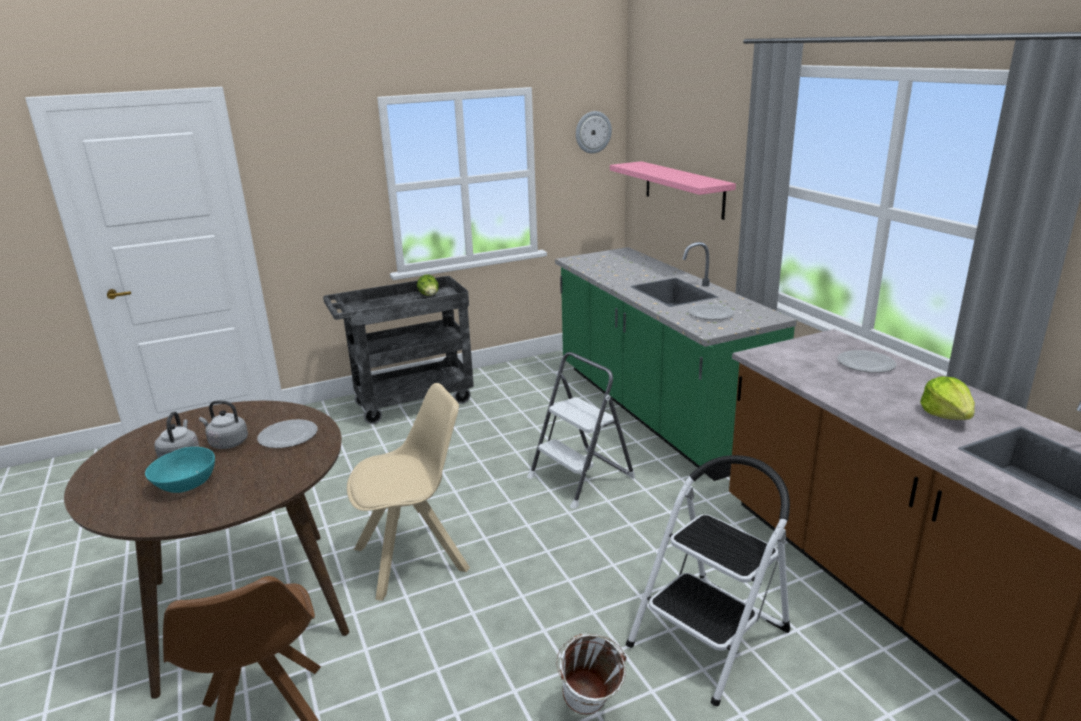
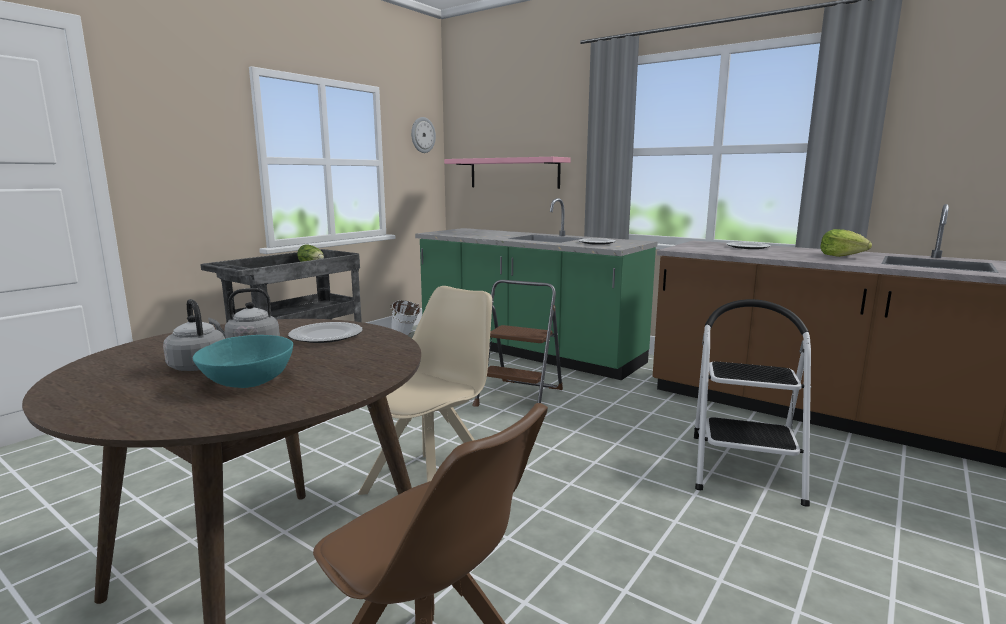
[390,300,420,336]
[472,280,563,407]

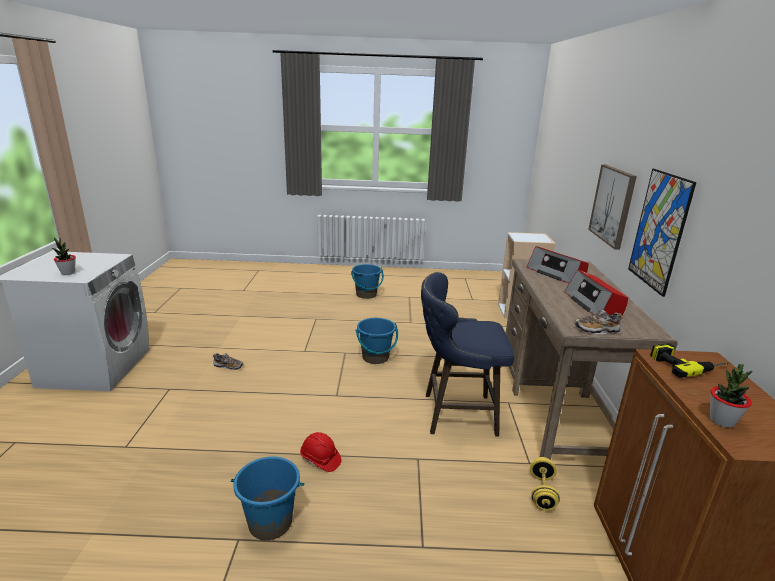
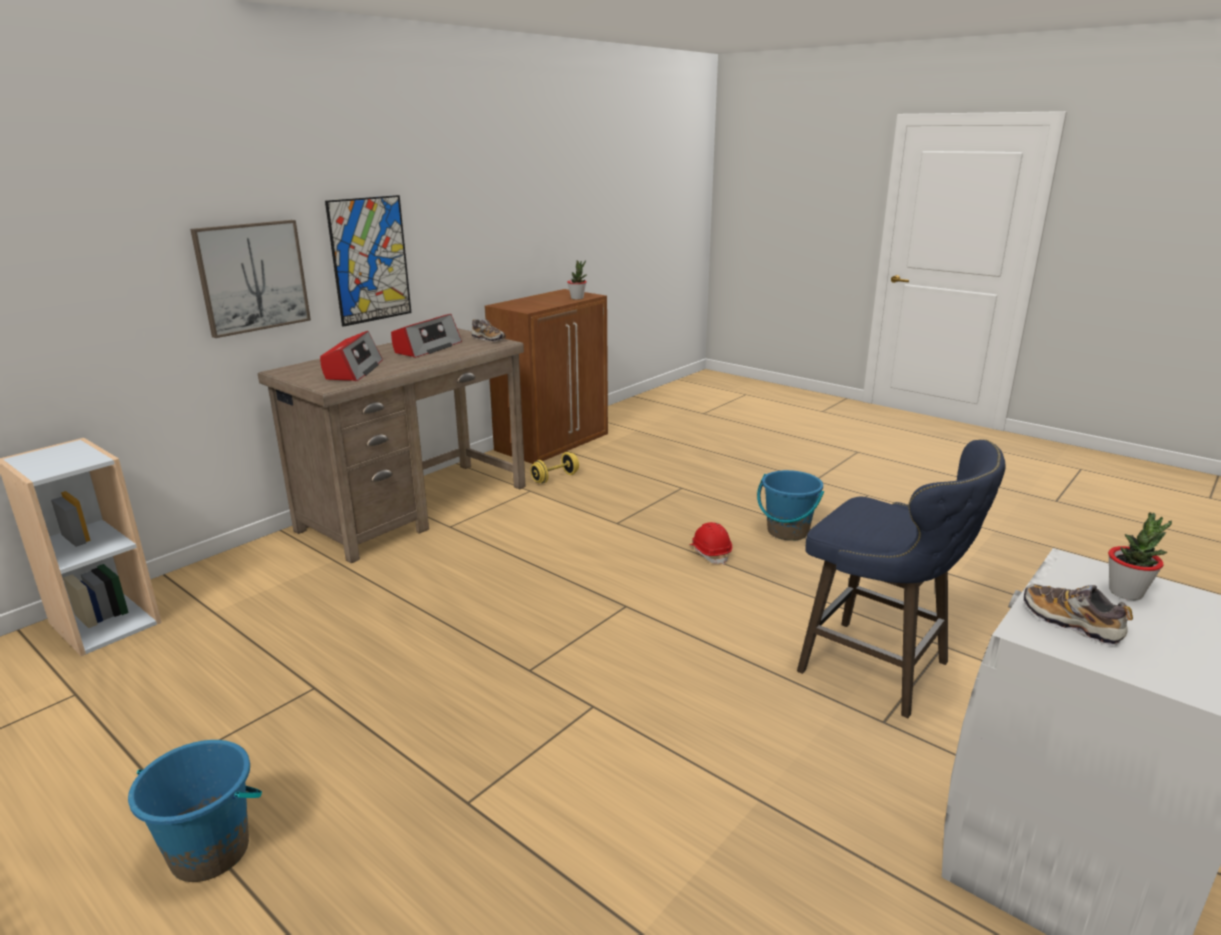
[797,439,1006,718]
[1024,584,1133,645]
[355,318,398,364] (first image)
[650,343,729,378] (first image)

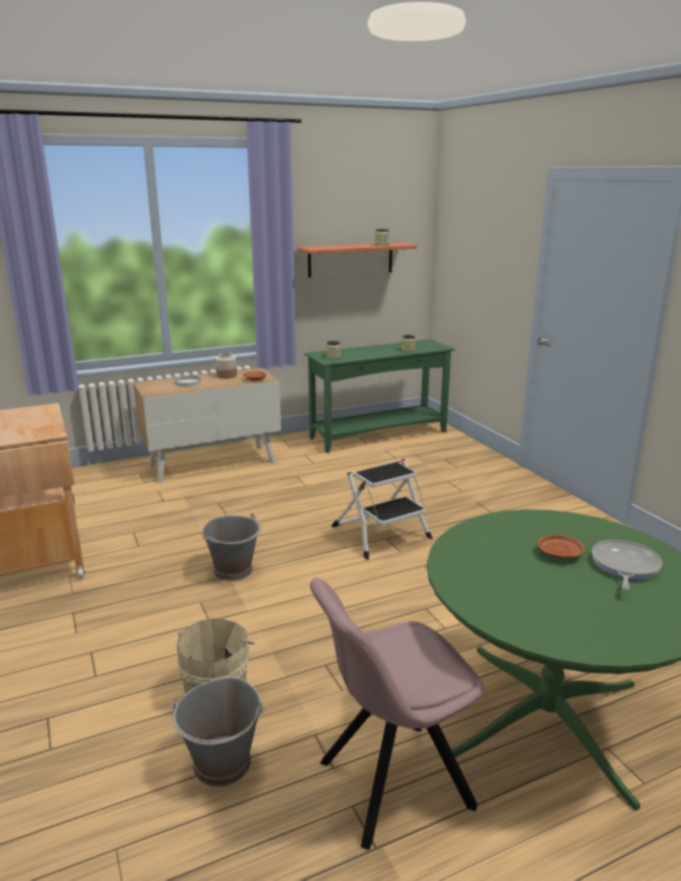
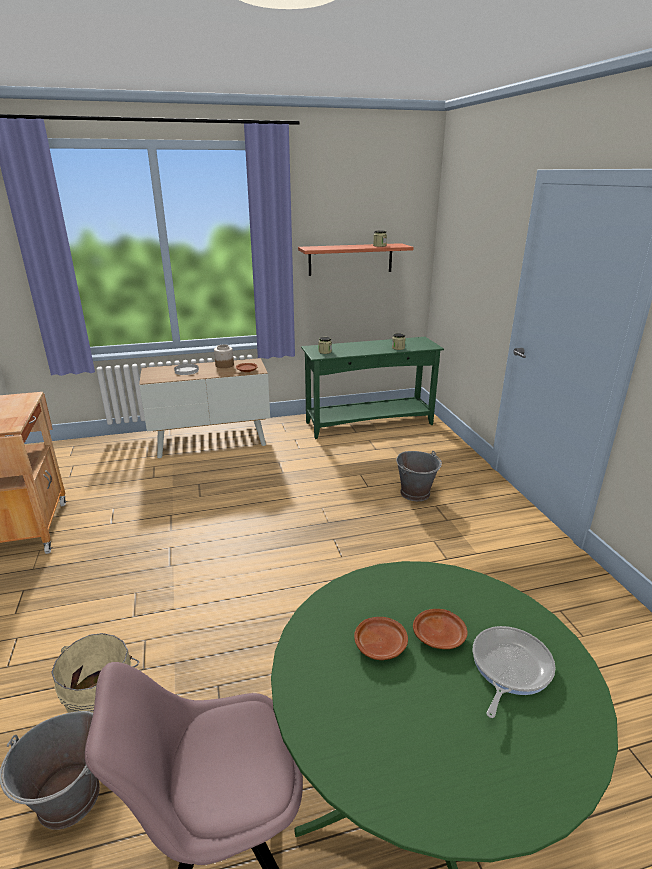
[354,617,408,660]
[396,451,442,501]
[331,459,433,560] (first image)

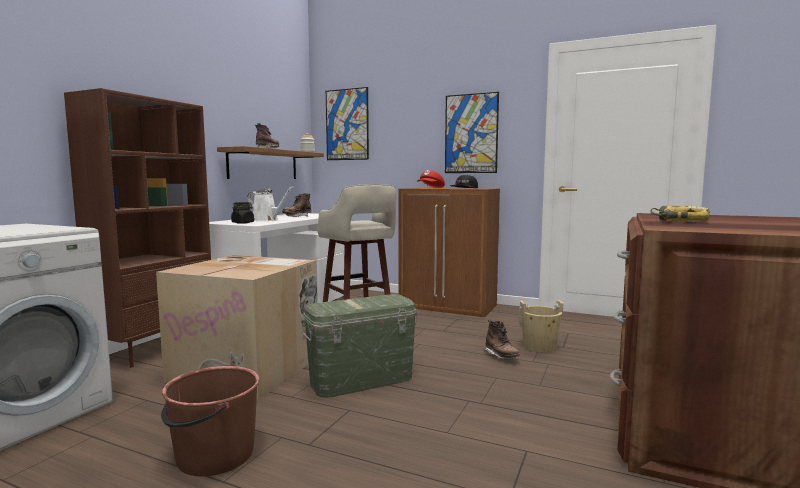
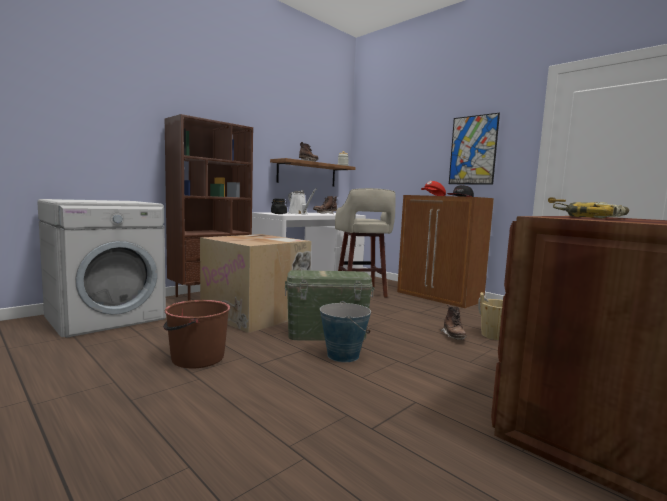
[320,301,371,362]
[326,87,369,160] (first image)

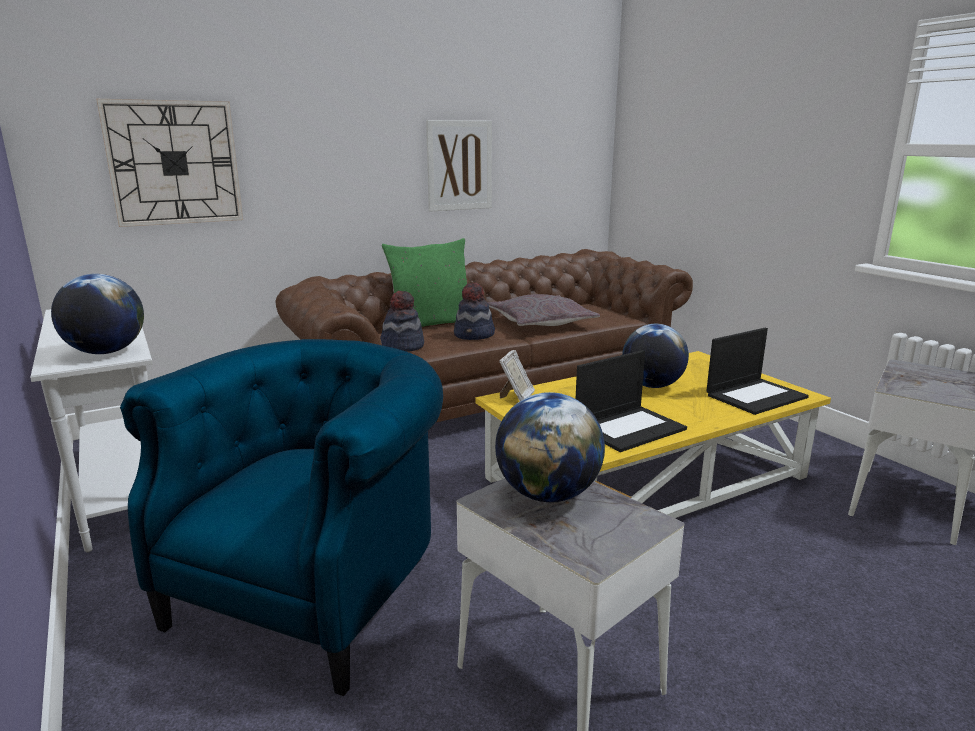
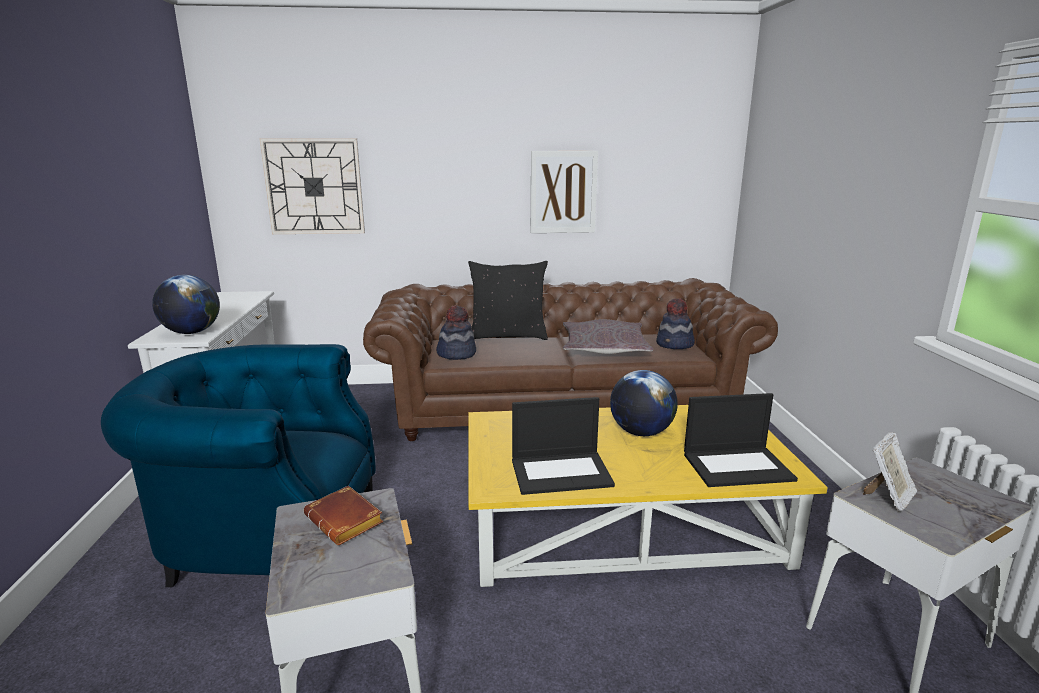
[101,344,376,587]
[304,486,383,545]
[468,261,548,340]
[656,298,695,349]
[863,432,917,512]

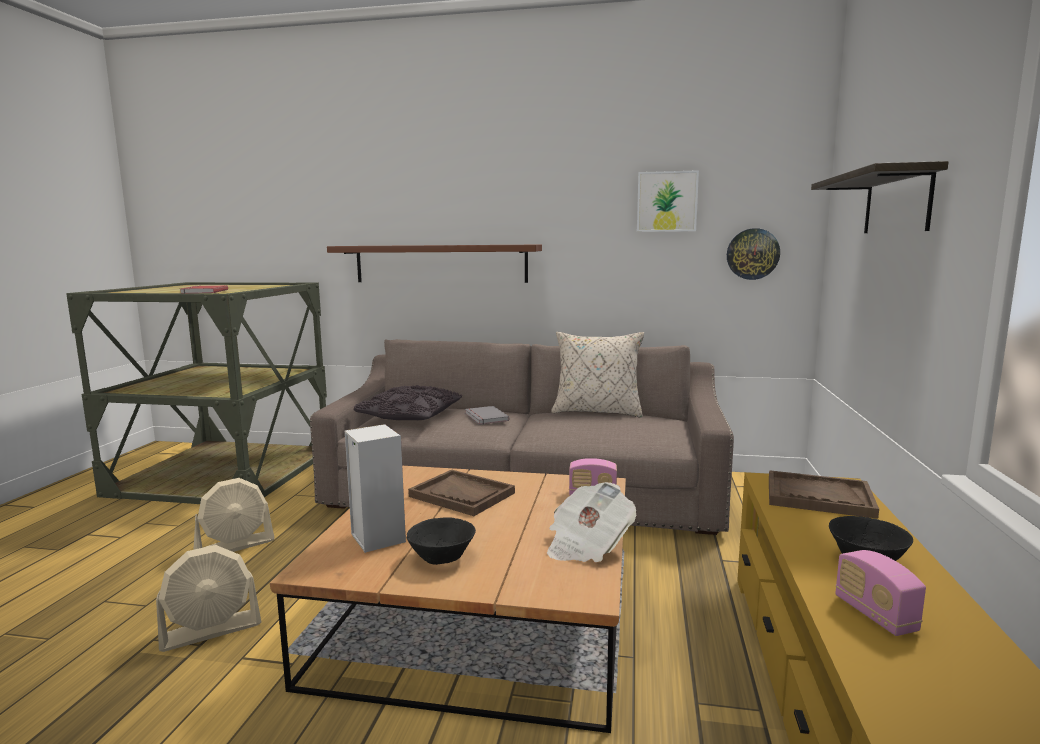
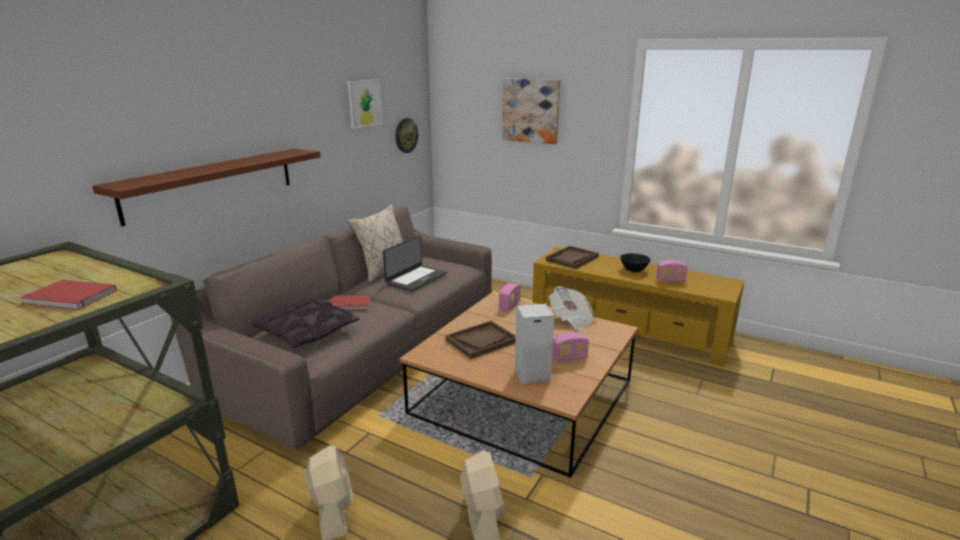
[331,295,371,310]
[383,235,447,291]
[502,78,560,144]
[552,332,589,362]

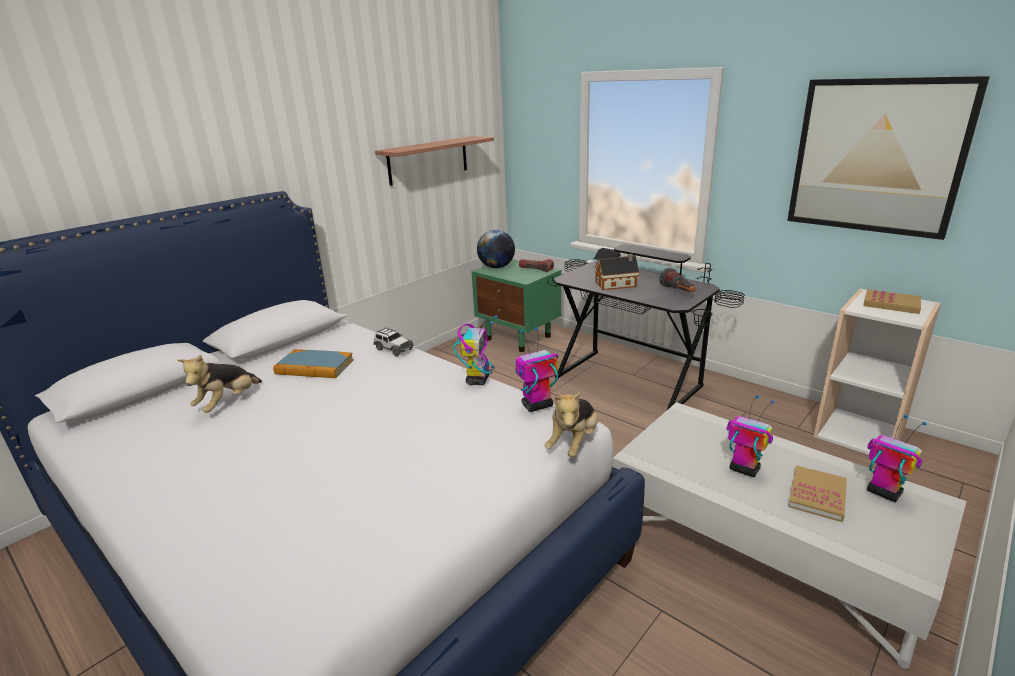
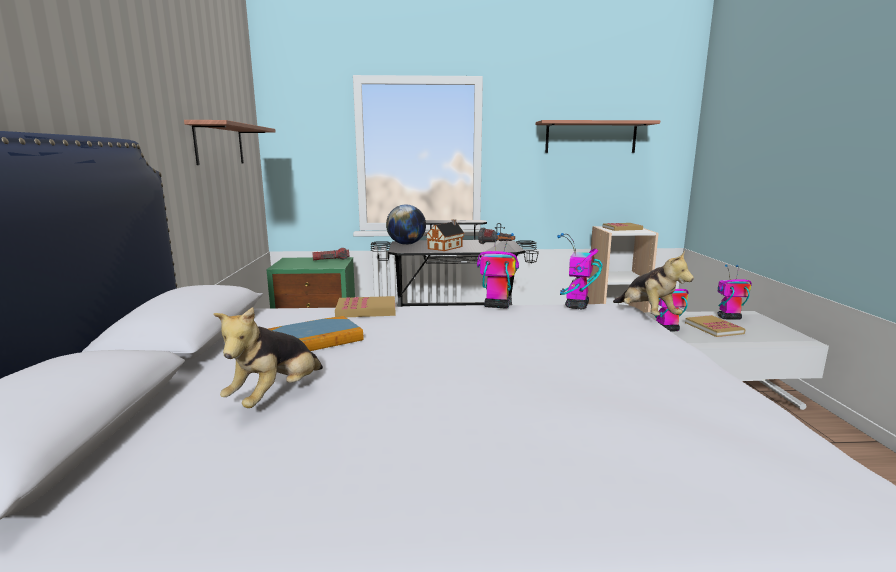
[213,307,323,408]
[335,296,396,317]
[386,205,426,245]
[477,232,519,309]
[536,120,660,153]

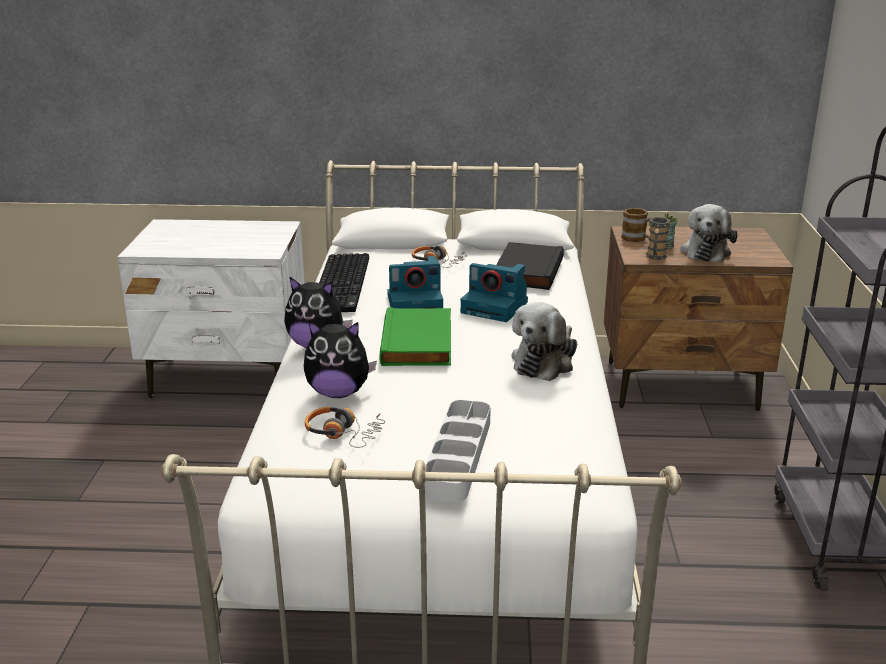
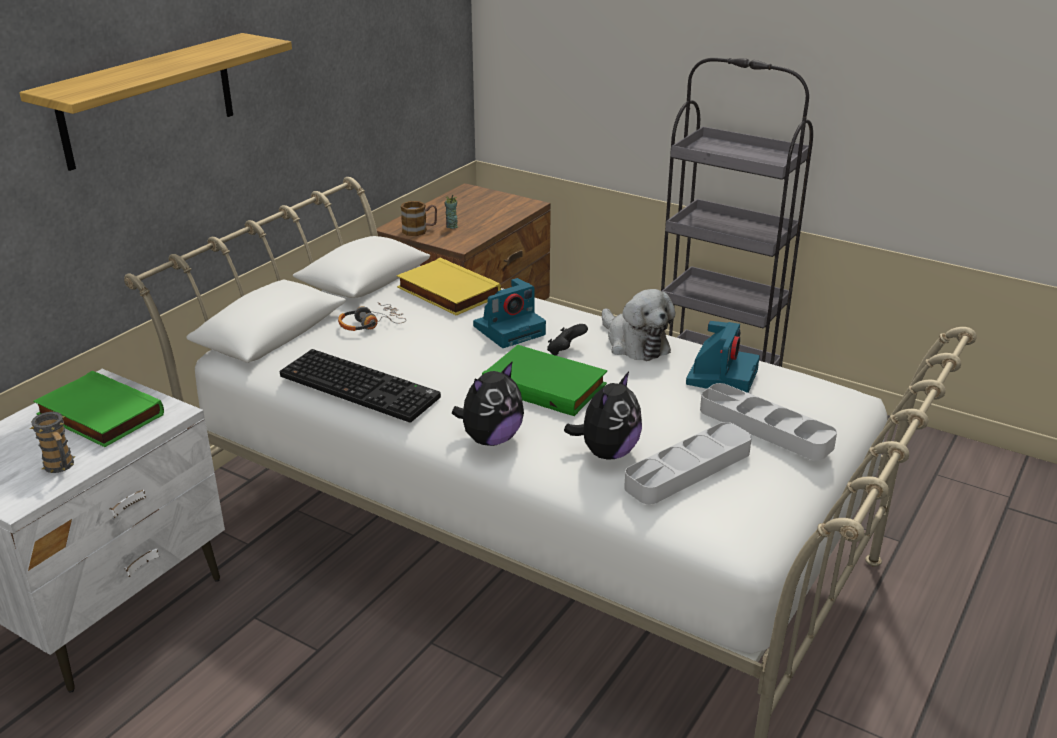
[19,33,292,171]
[30,412,76,473]
[33,371,164,447]
[397,258,501,316]
[547,324,588,356]
[624,422,752,504]
[686,321,760,393]
[680,204,738,263] (first image)

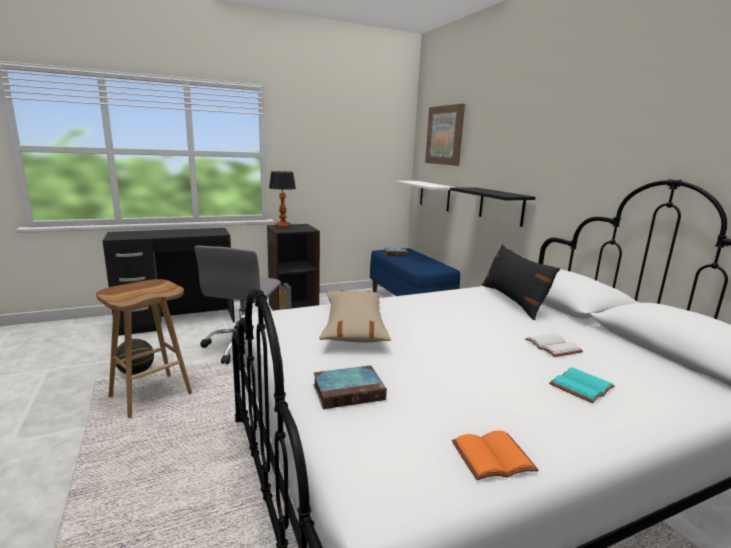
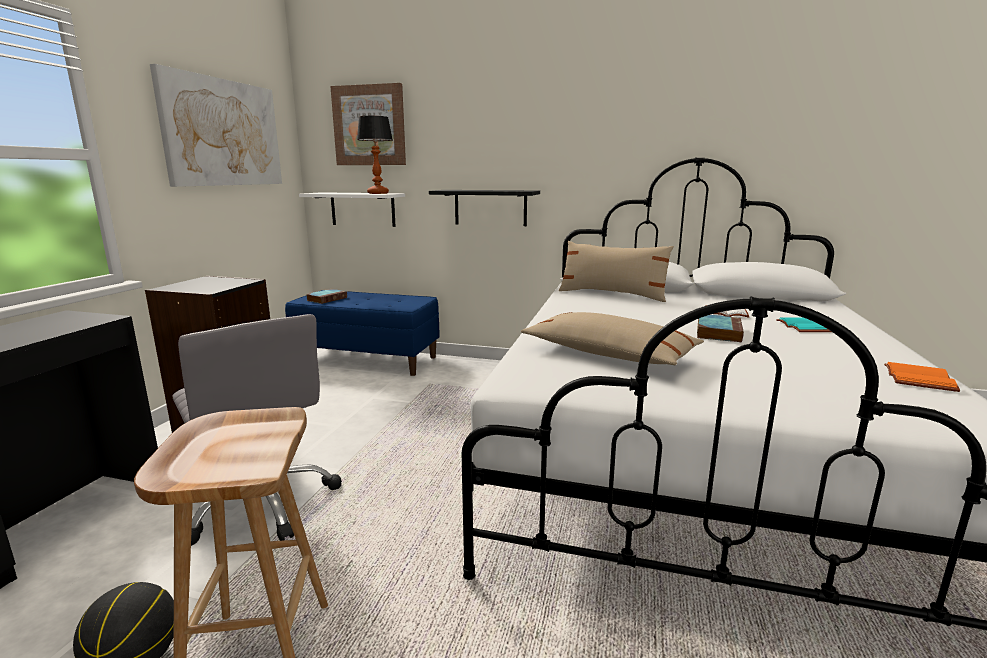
[150,64,282,187]
[357,116,393,194]
[559,241,674,302]
[697,315,744,342]

